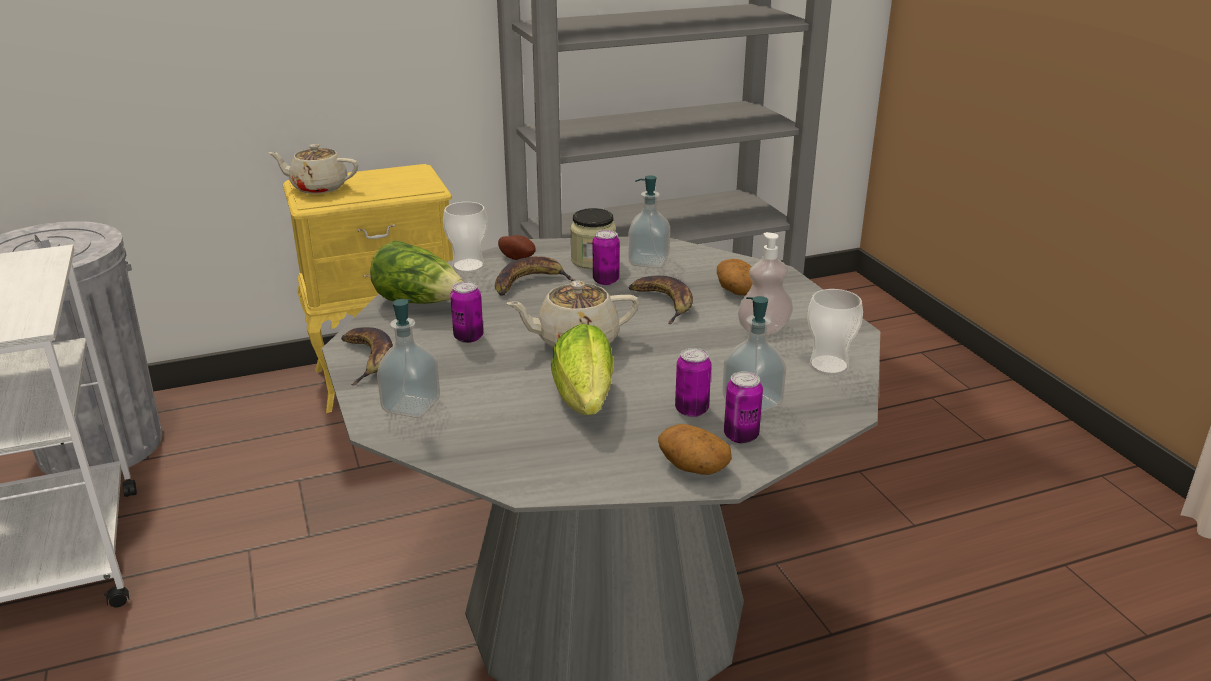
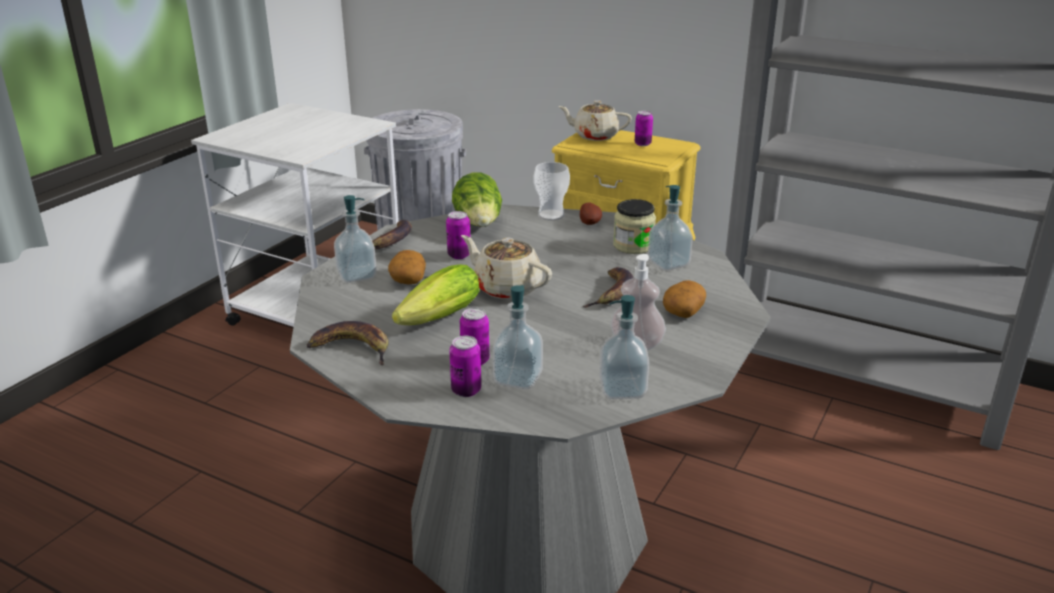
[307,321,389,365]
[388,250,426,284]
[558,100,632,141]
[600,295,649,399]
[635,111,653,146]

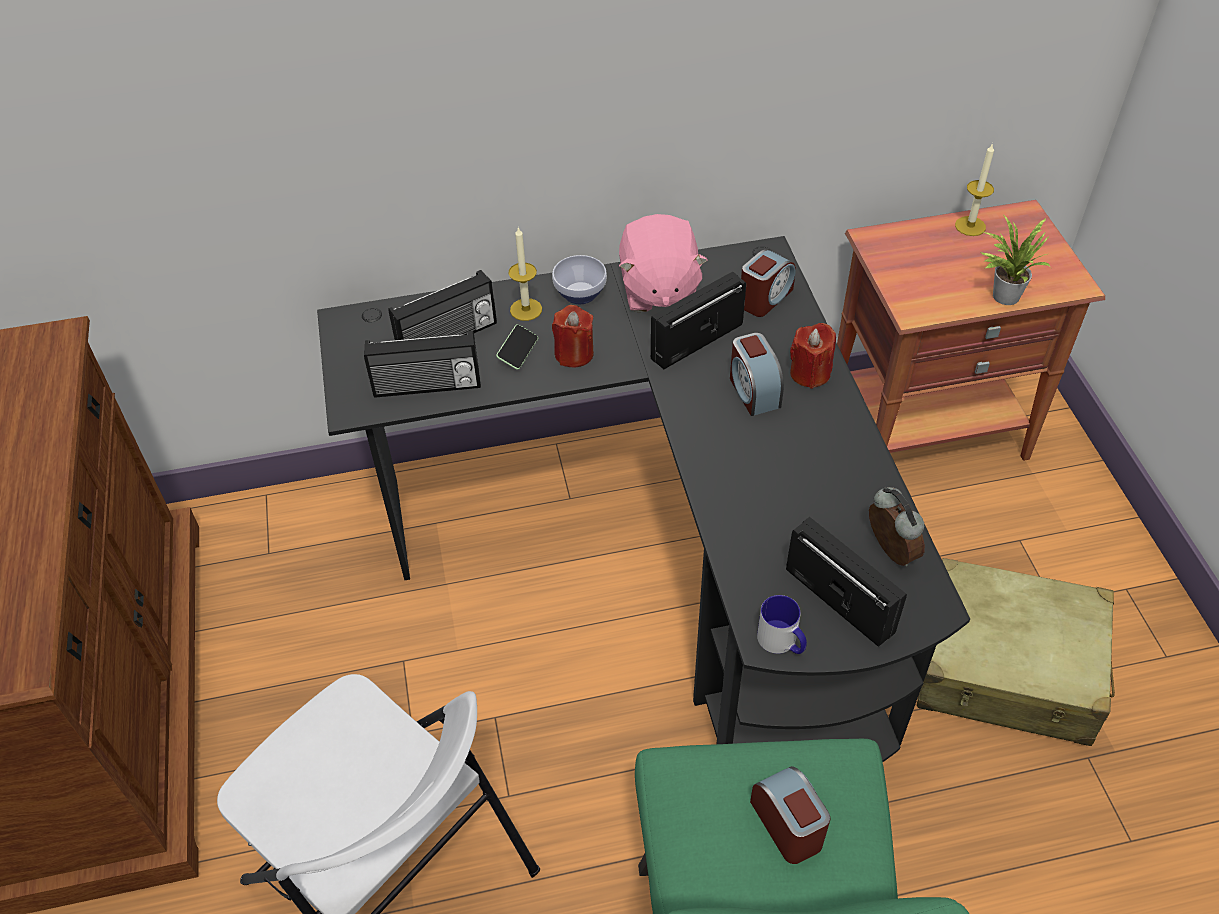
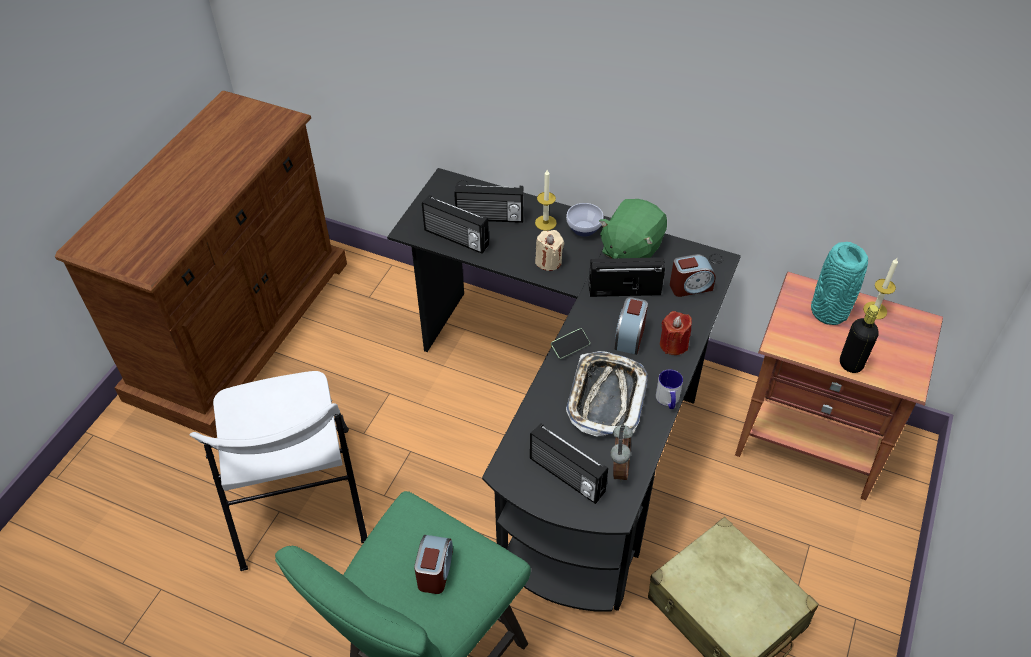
[530,423,608,504]
[535,230,564,271]
[551,328,590,359]
[566,351,648,437]
[599,199,667,259]
[656,369,683,409]
[811,242,868,325]
[840,305,879,373]

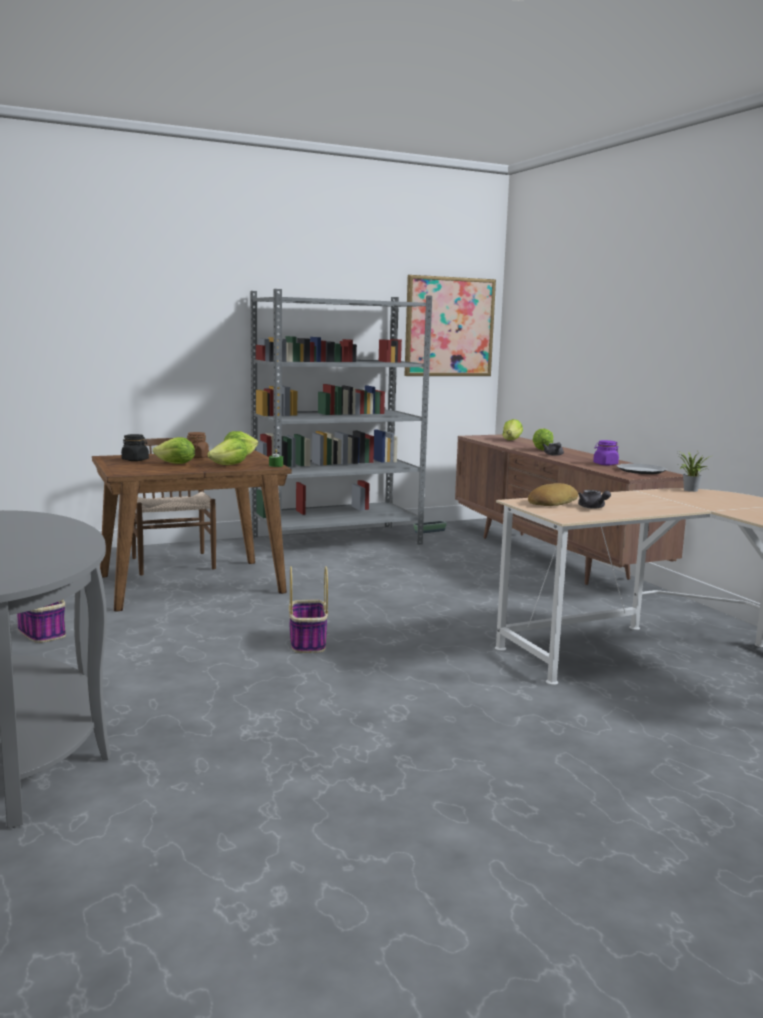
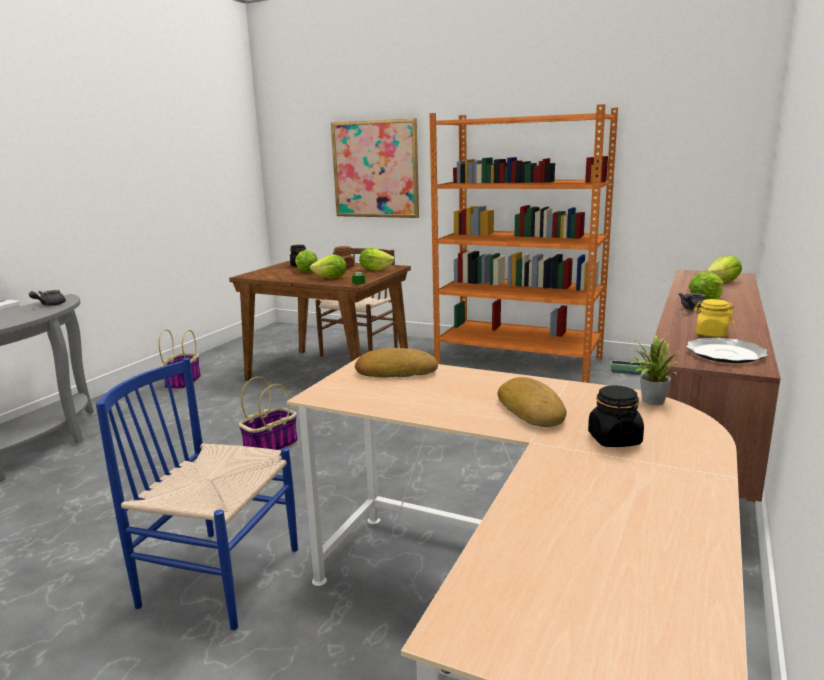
[29,290,66,306]
[96,358,298,630]
[331,119,419,218]
[430,104,618,383]
[498,377,567,427]
[588,385,644,447]
[694,299,734,337]

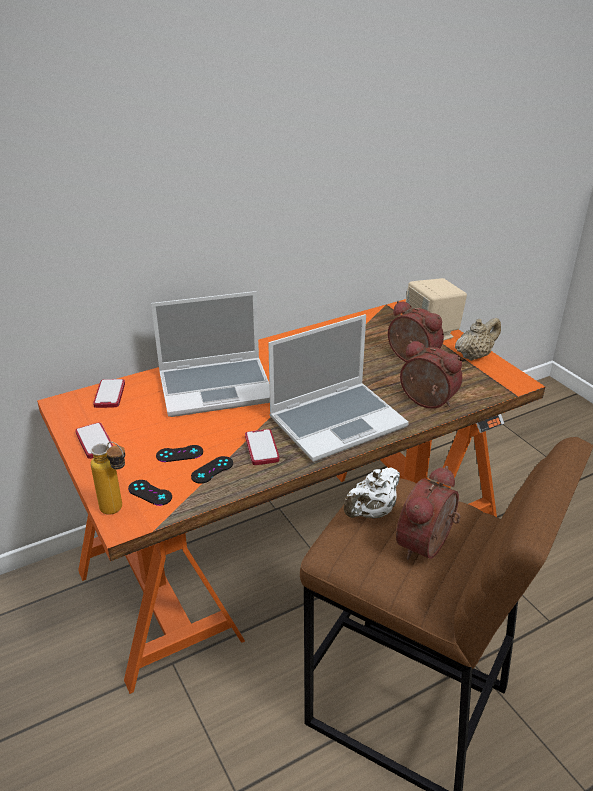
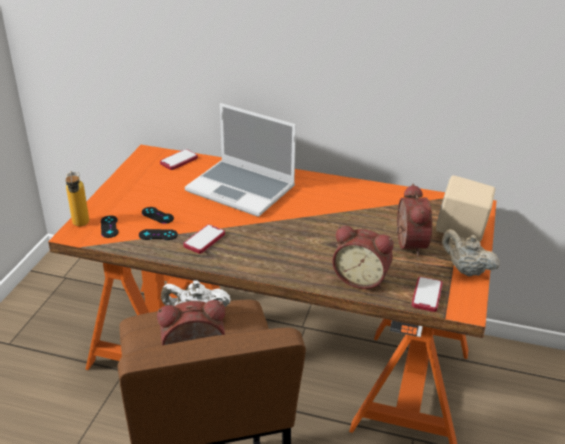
[332,226,394,289]
[412,277,443,312]
[442,229,500,277]
[268,314,409,462] (first image)

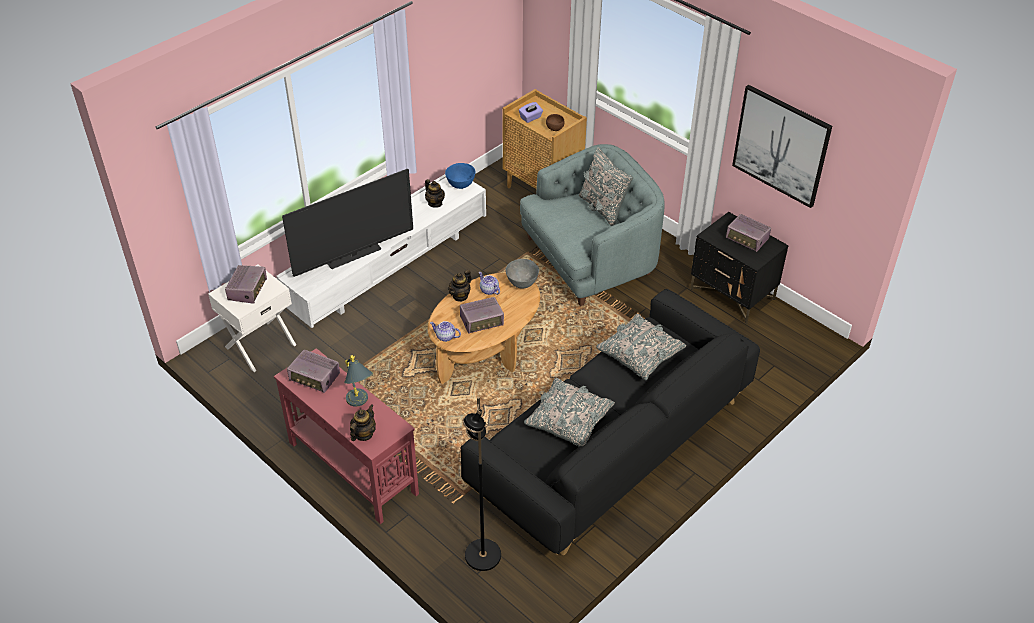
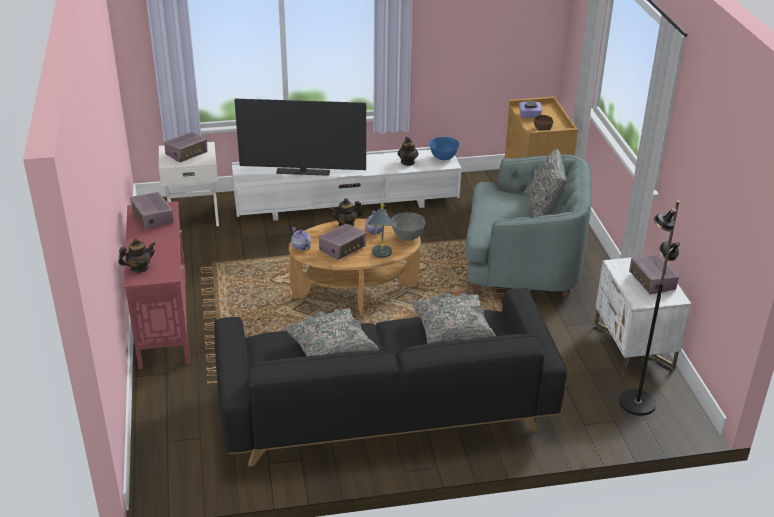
[319,224,366,260]
[368,203,394,258]
[594,257,691,375]
[619,200,680,416]
[732,85,832,208] (first image)

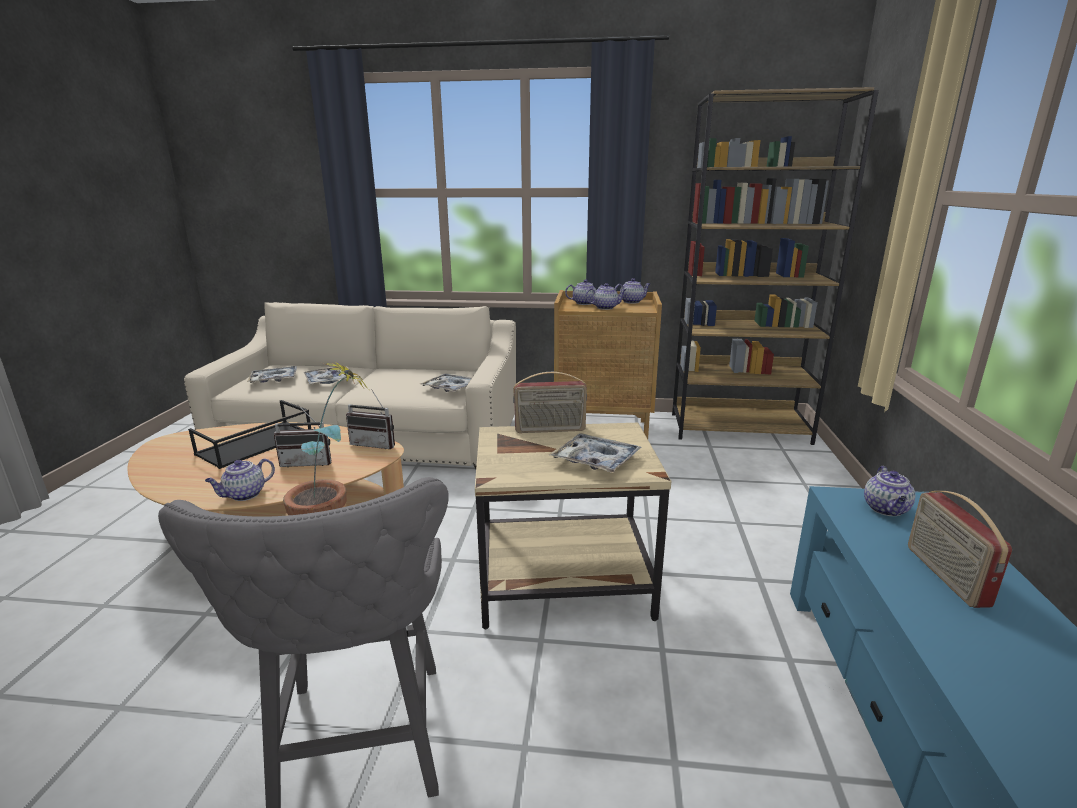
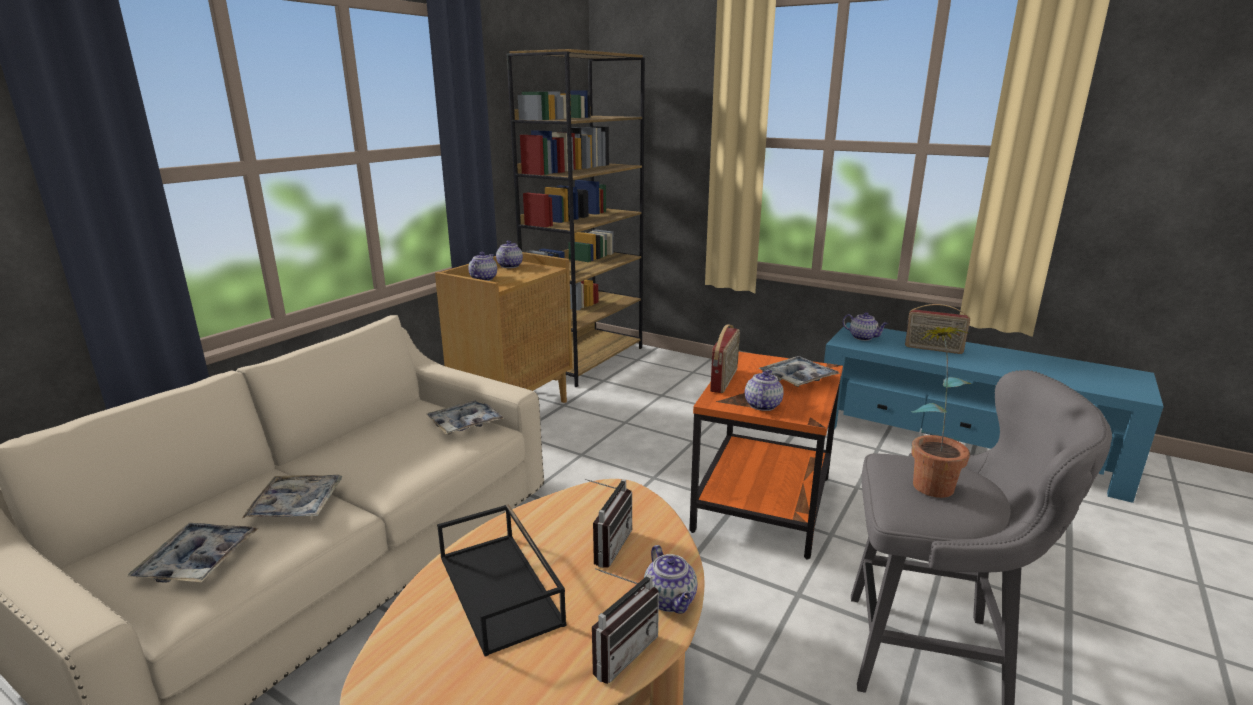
[592,568,659,684]
[689,352,843,560]
[745,369,784,411]

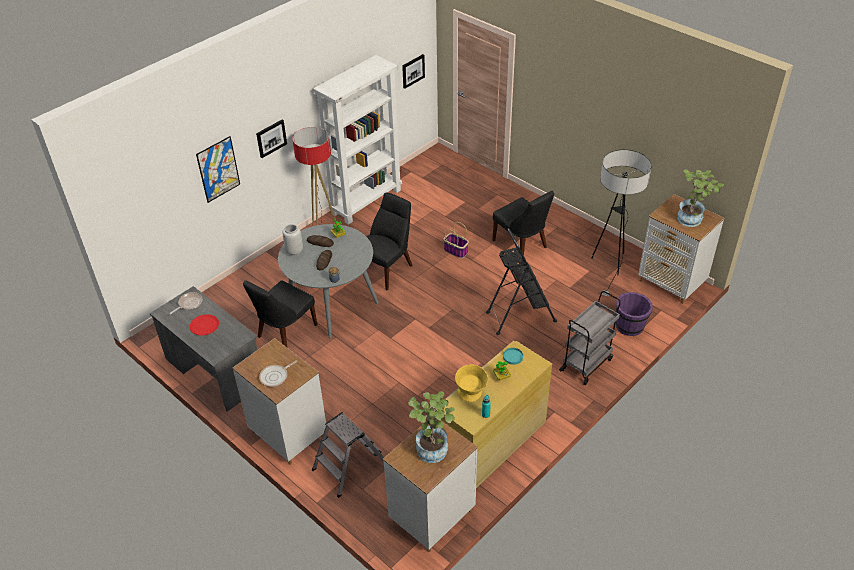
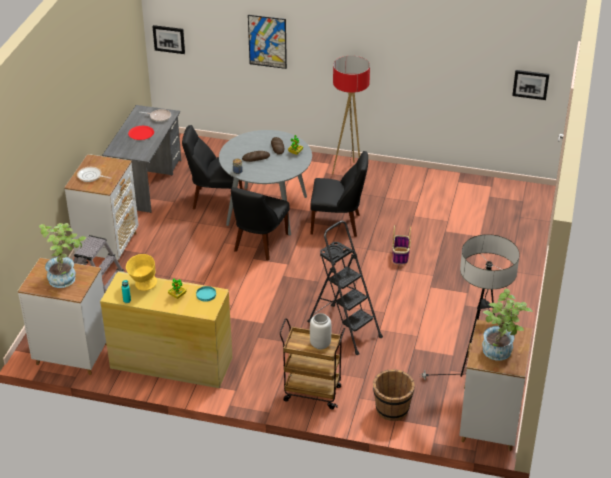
[152,25,185,54]
[231,187,290,260]
[280,318,345,409]
[310,313,331,349]
[373,369,415,421]
[313,55,402,225] (first image)

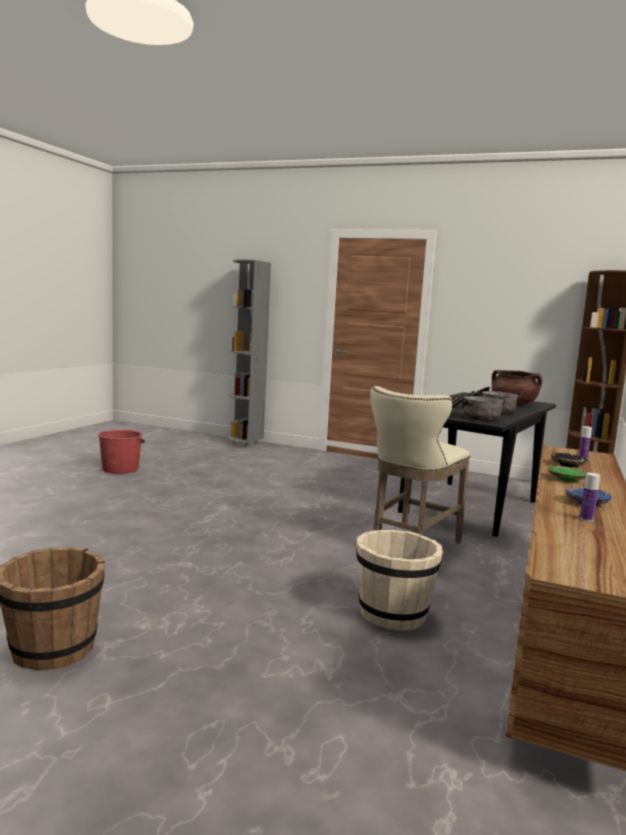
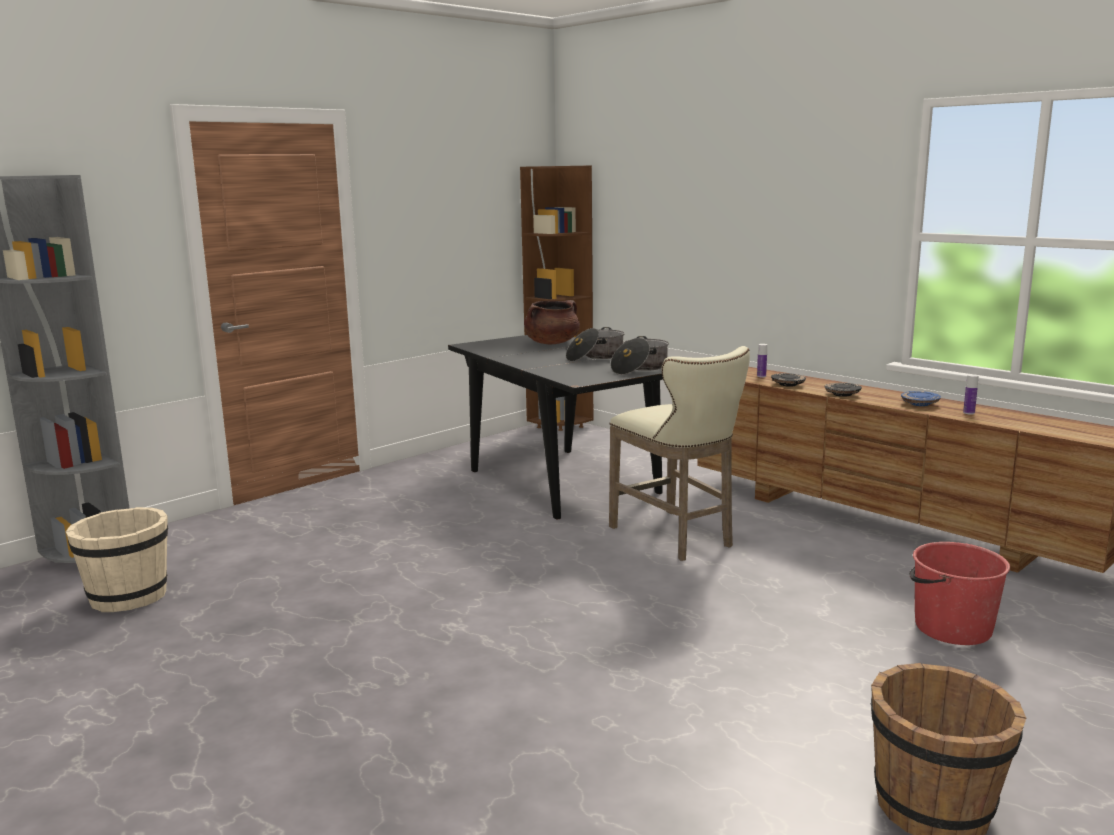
[66,507,168,612]
[825,383,862,397]
[909,542,1010,645]

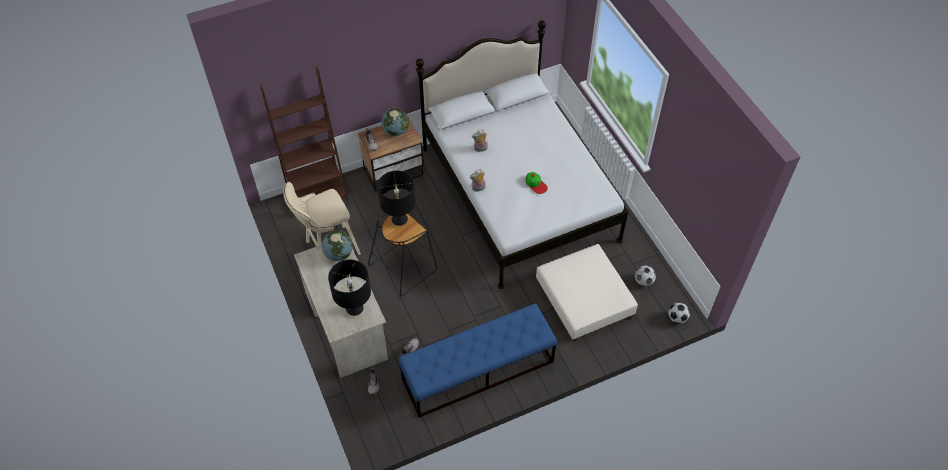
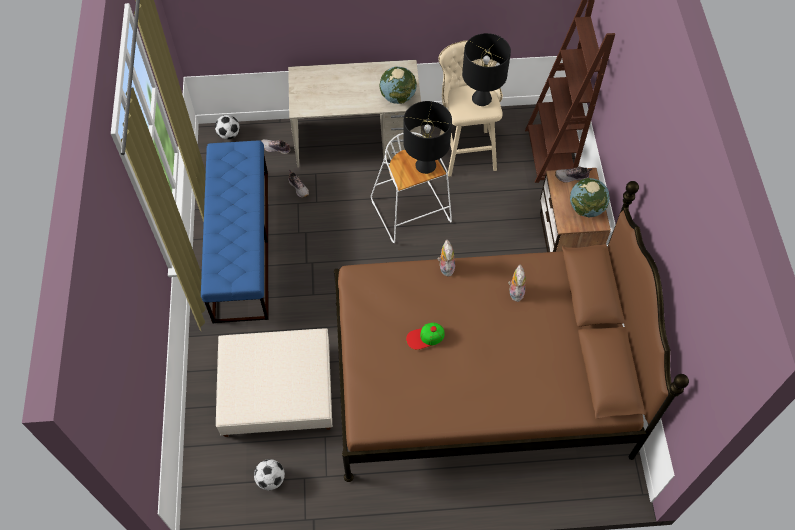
[215,115,240,139]
[334,181,689,482]
[371,132,452,243]
[462,33,511,106]

